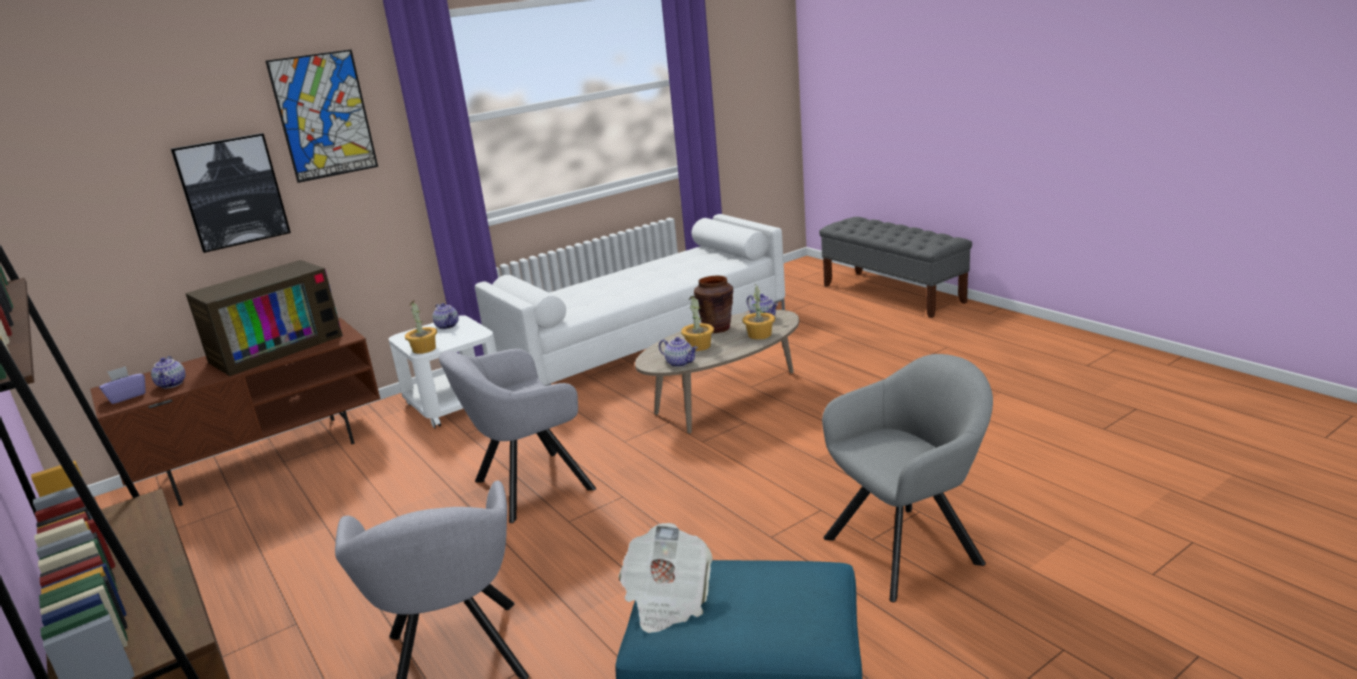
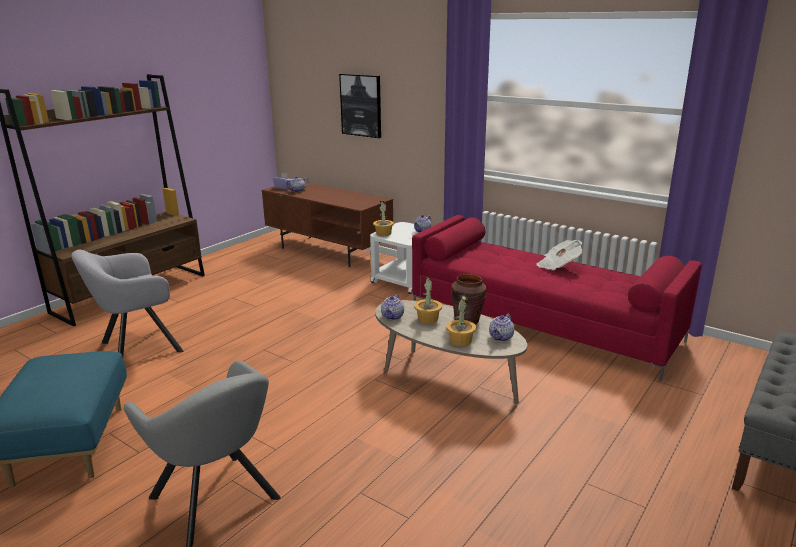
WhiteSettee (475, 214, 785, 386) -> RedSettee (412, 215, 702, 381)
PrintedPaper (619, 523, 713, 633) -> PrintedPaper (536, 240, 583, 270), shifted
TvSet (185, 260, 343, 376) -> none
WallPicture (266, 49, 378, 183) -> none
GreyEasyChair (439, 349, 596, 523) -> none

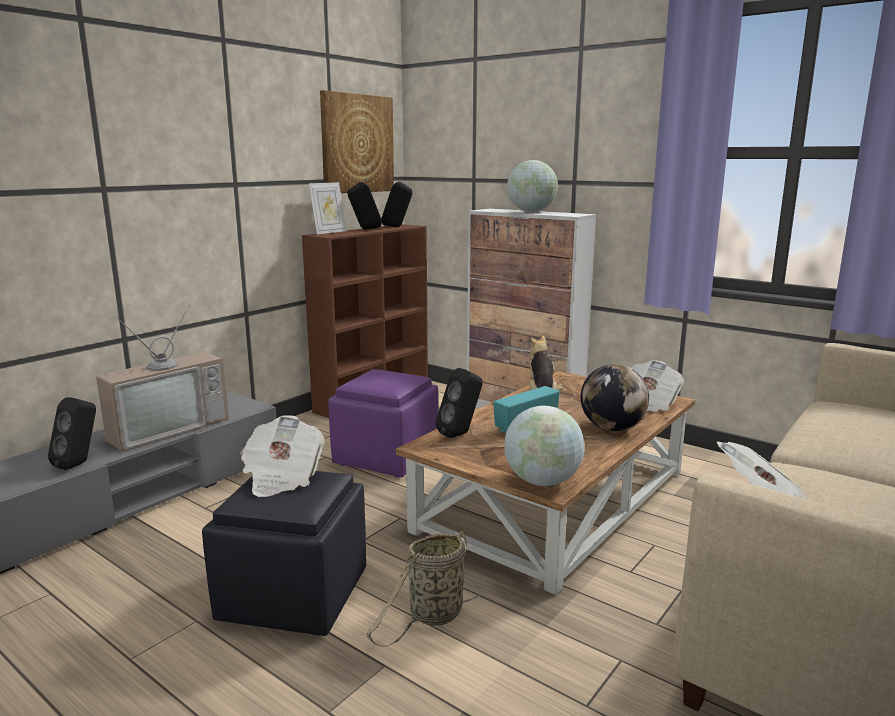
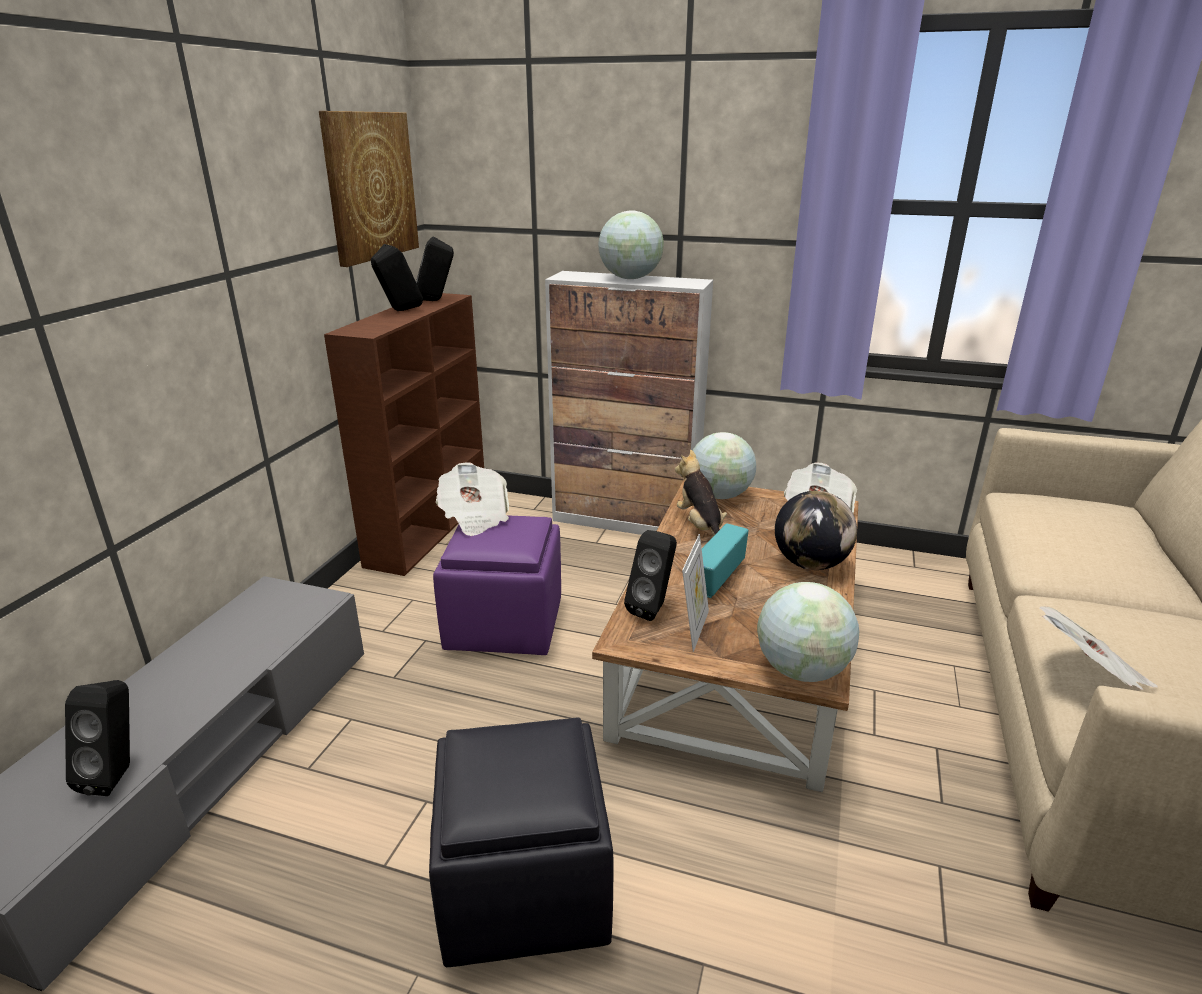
PrintedPaper (240, 415, 325, 497) -> PrintedPaper (435, 462, 509, 536), shifted
PictureFrame (309, 182, 346, 234) -> PictureFrame (682, 534, 709, 652), shifted
none -> DeskGlobe (693, 432, 756, 499)
TvSet (96, 305, 229, 451) -> none
Basket (366, 531, 480, 647) -> none

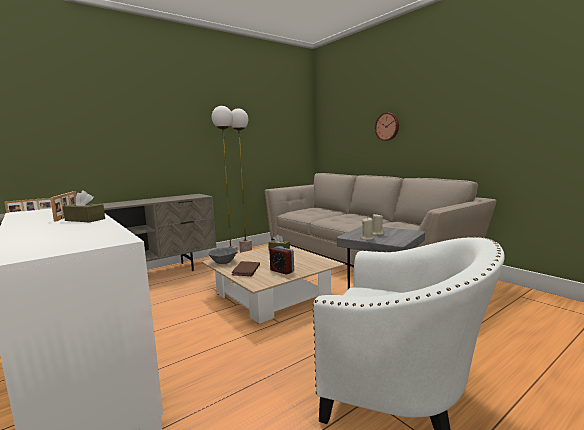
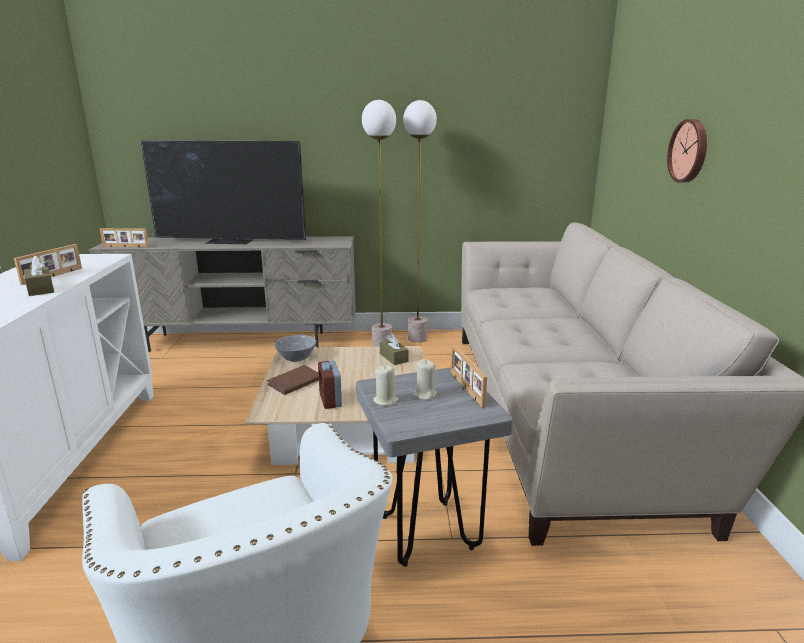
none -> TvSet (140, 140, 306, 244)
none -> PictureFrame (451, 344, 487, 408)

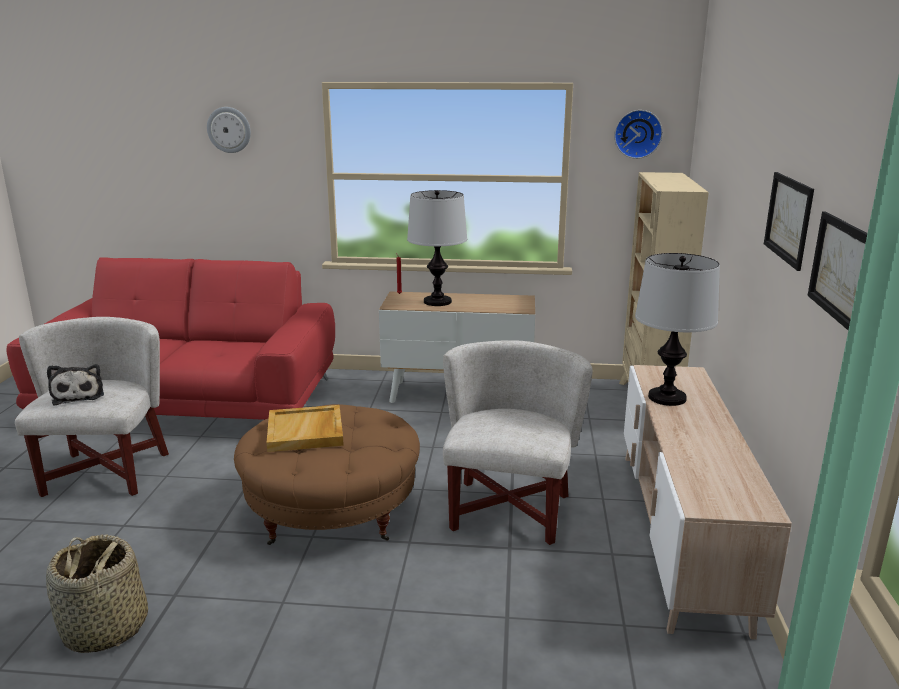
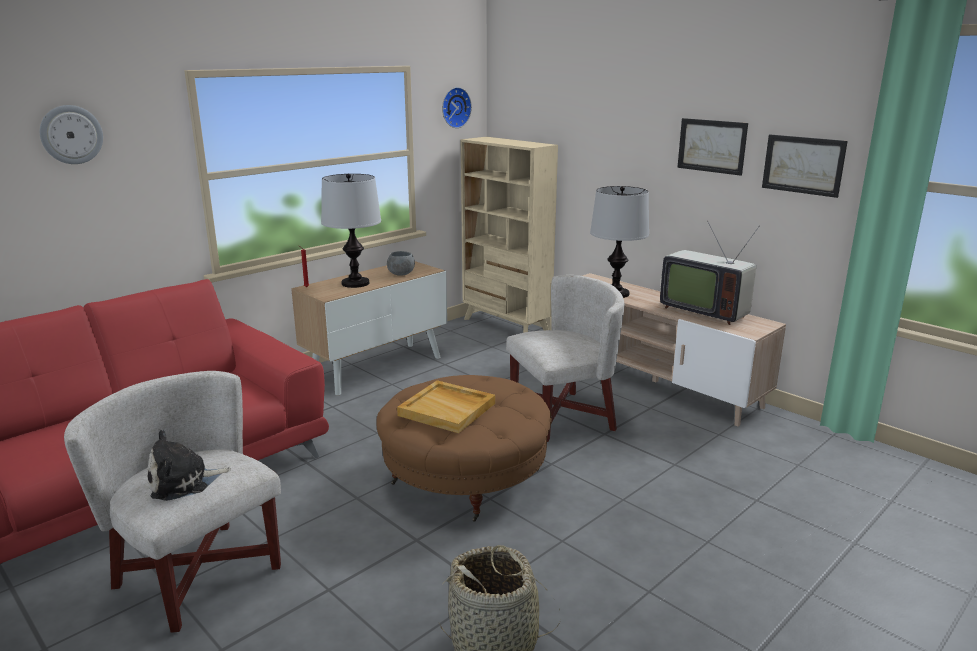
CuddlyToy (47, 364, 104, 405) -> CuddlyToy (147, 429, 231, 501), 135 degrees clockwise
none -> GreyServingBowl (387, 251, 415, 276)
WhiteEasyChair (443, 340, 593, 545) -> WhiteEasyChair (506, 275, 624, 442), 105 degrees clockwise
none -> TvSet (660, 221, 760, 325)

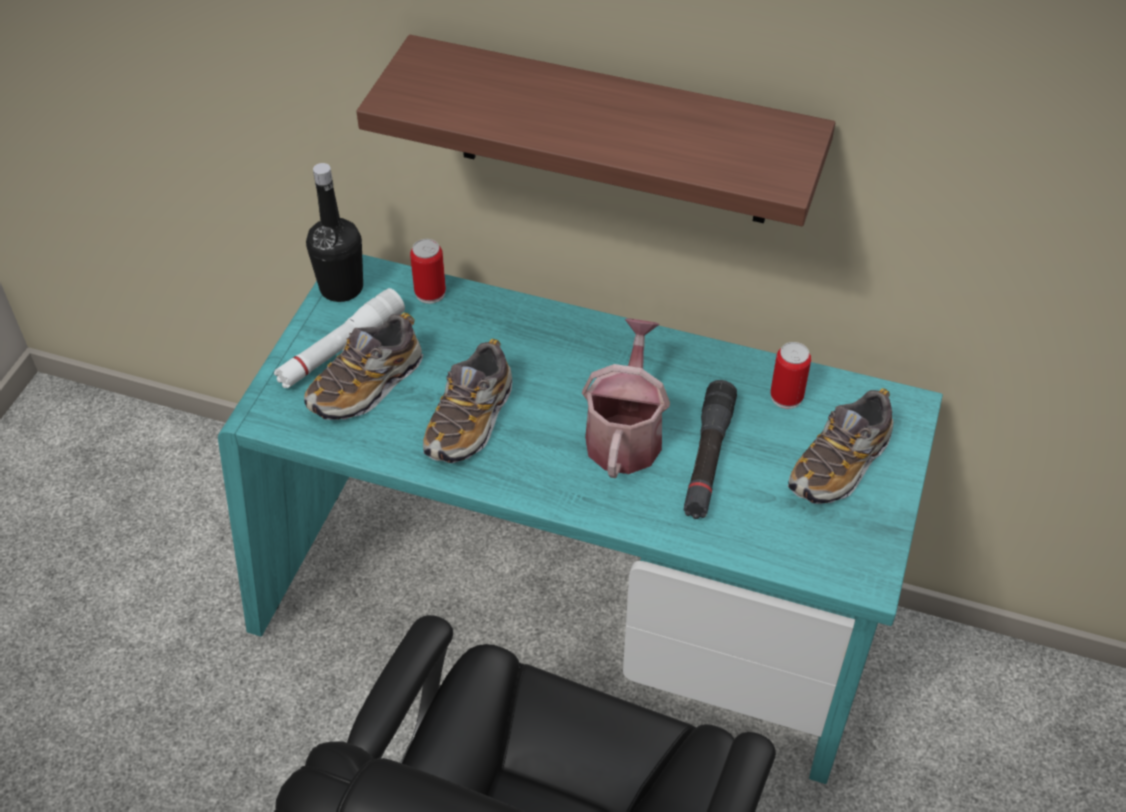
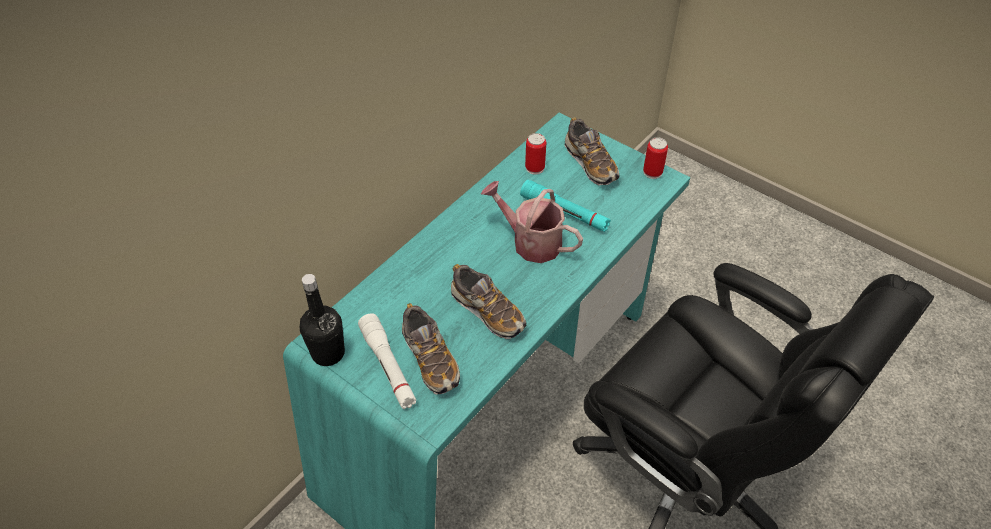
BlackishFlashlight (683, 380, 737, 519) -> TurquoiseFlashlight (520, 180, 611, 232)
Can (410, 239, 446, 304) -> Can (643, 137, 668, 179), shifted
WallShelf (356, 35, 835, 226) -> none

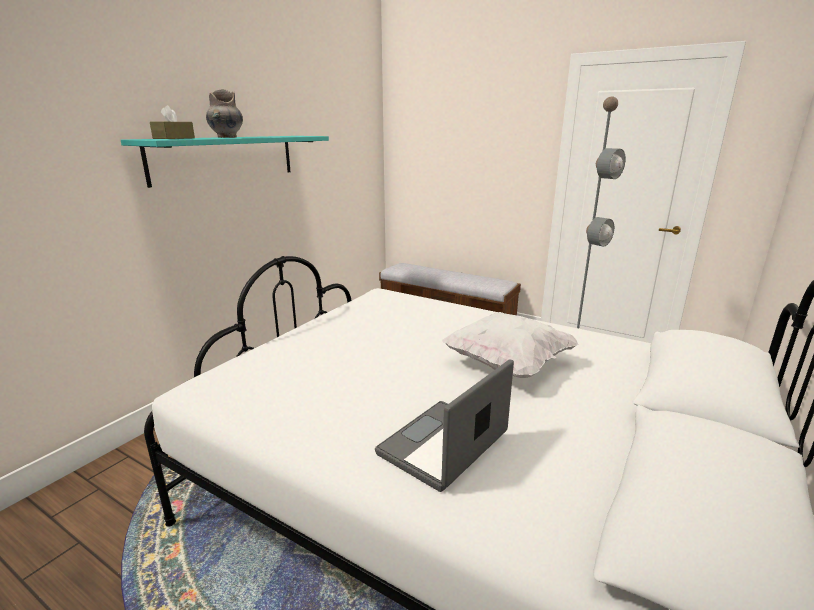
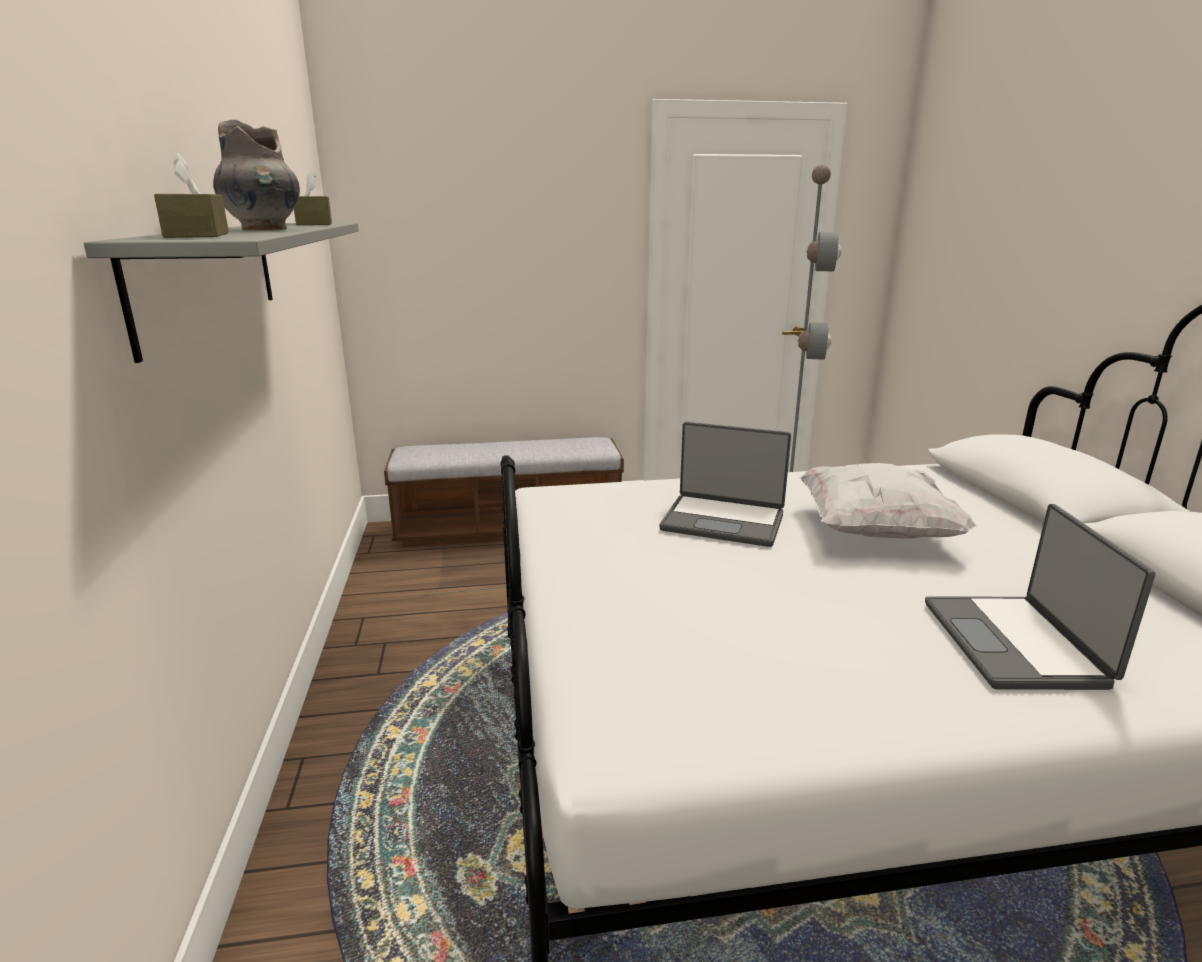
TurquoiseWallShelf (121, 136, 329, 188) -> GreyWallShelf (84, 223, 359, 363)
none -> BrownTissueHolder (294, 169, 332, 225)
none -> PortableComputer (659, 422, 791, 547)

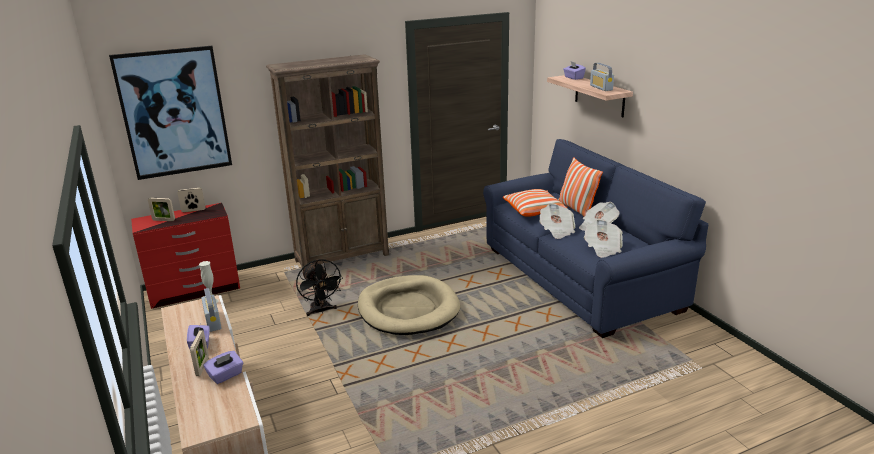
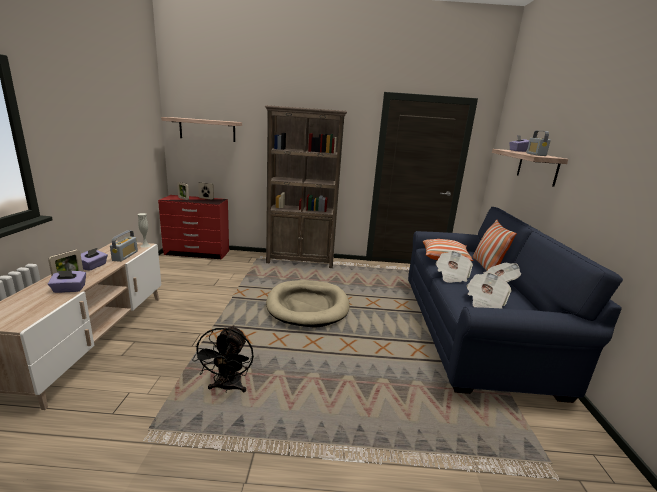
WallPicture (109, 46, 232, 180) -> WallShelf (161, 117, 242, 142)
BlackishFan (296, 259, 343, 316) -> BlackishFan (192, 325, 254, 393), shifted

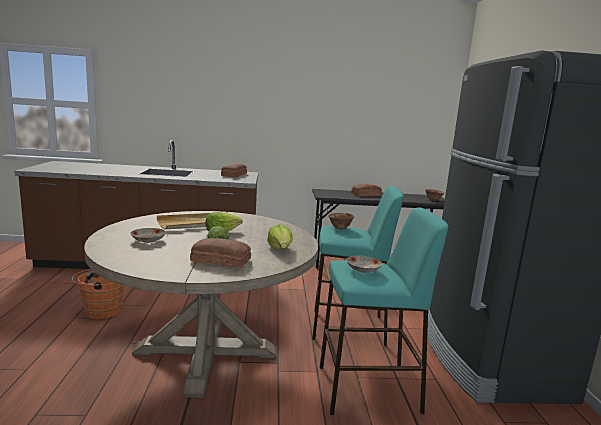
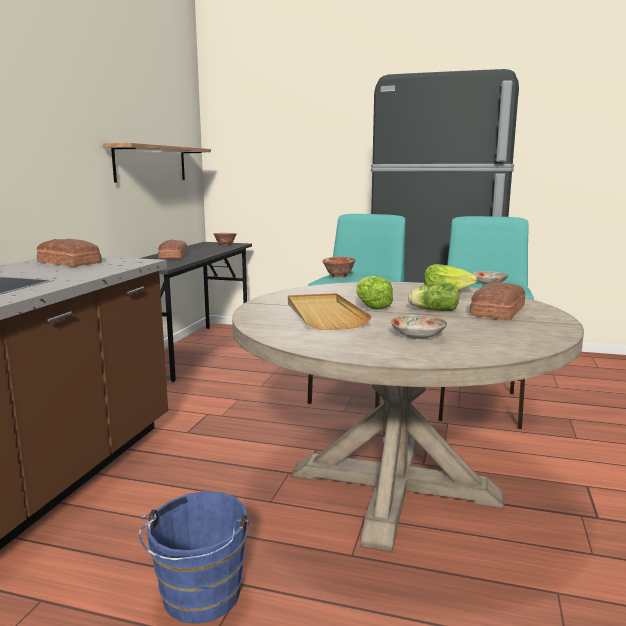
none -> WallShelf (102, 143, 211, 182)
OrangeyBucket (72, 269, 124, 319) -> BlueBucket (139, 491, 249, 624)

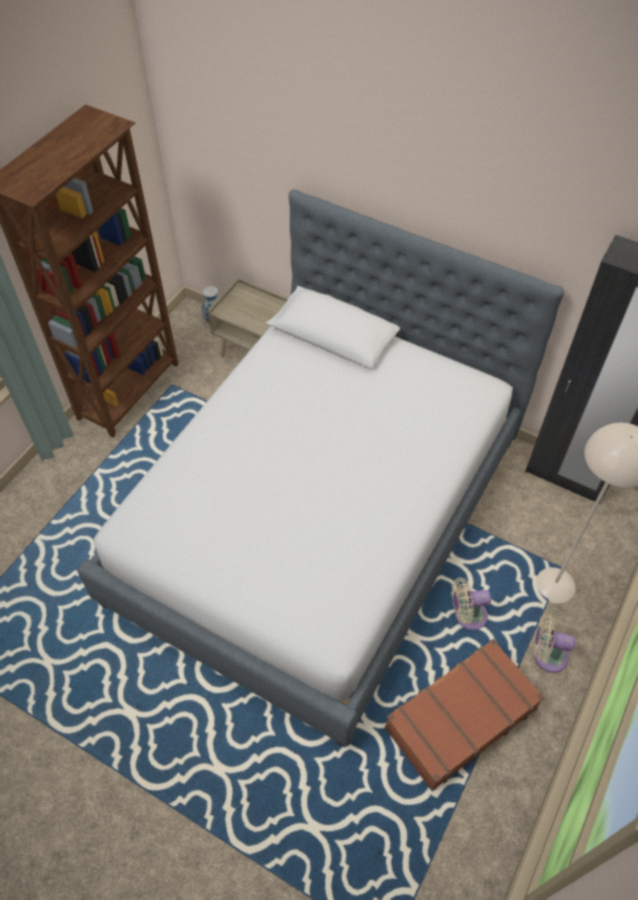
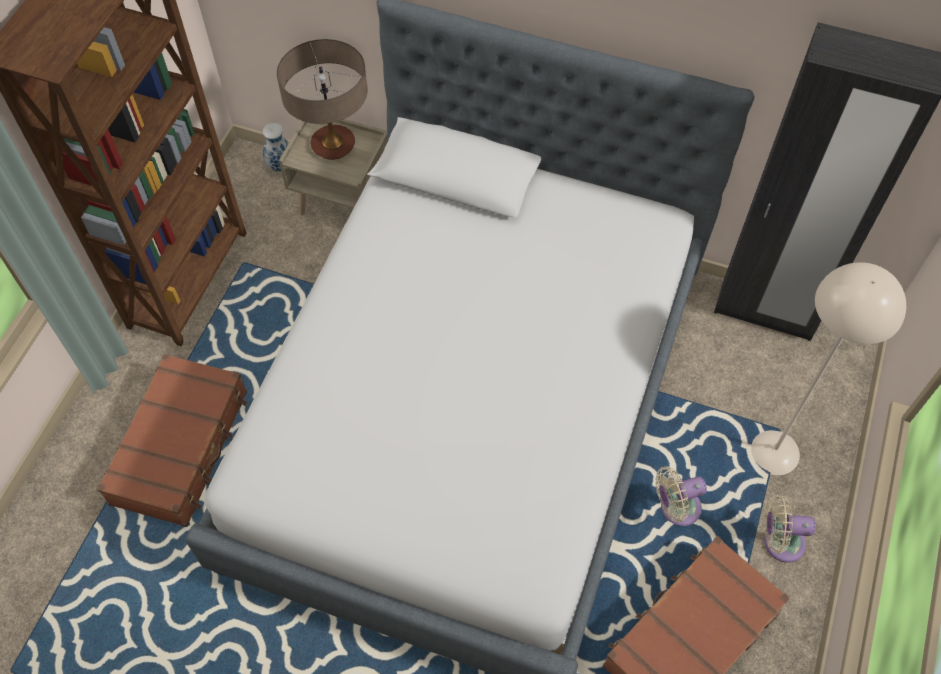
none -> BrownTravelCase (97, 354, 247, 527)
none -> TabletopLamp (277, 39, 368, 160)

